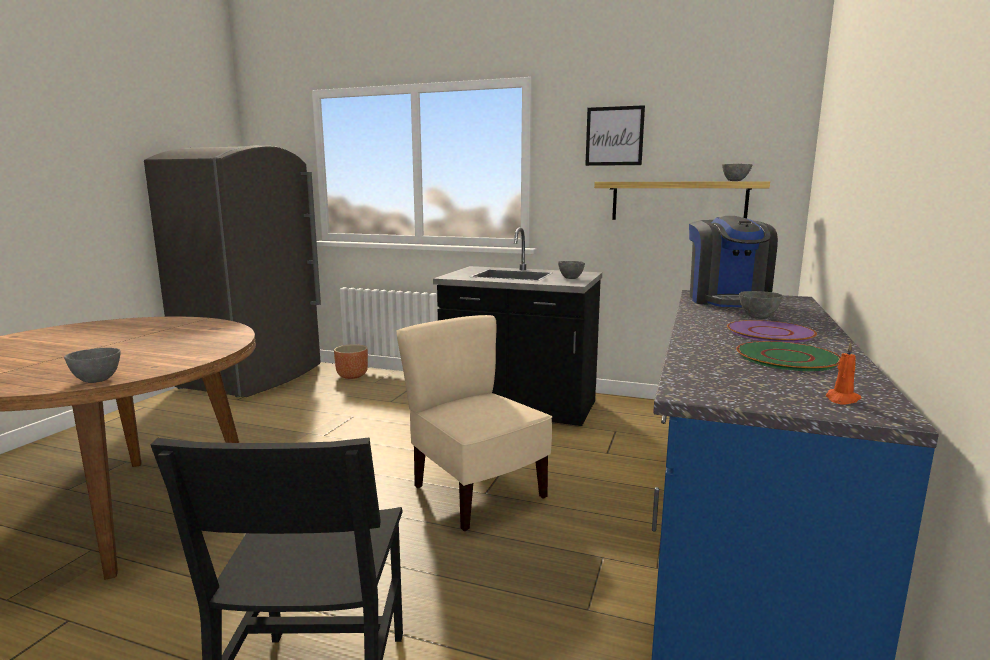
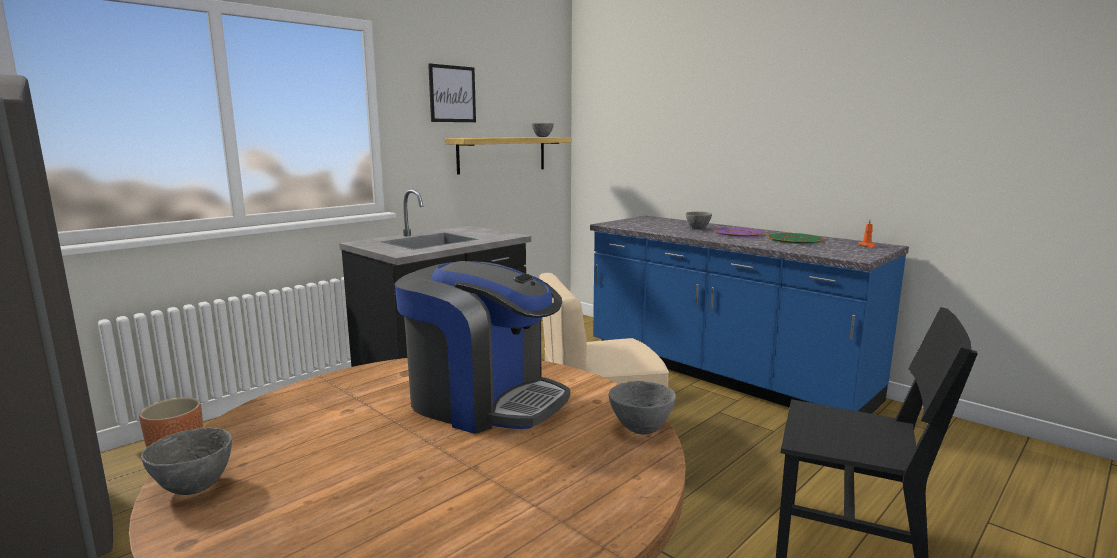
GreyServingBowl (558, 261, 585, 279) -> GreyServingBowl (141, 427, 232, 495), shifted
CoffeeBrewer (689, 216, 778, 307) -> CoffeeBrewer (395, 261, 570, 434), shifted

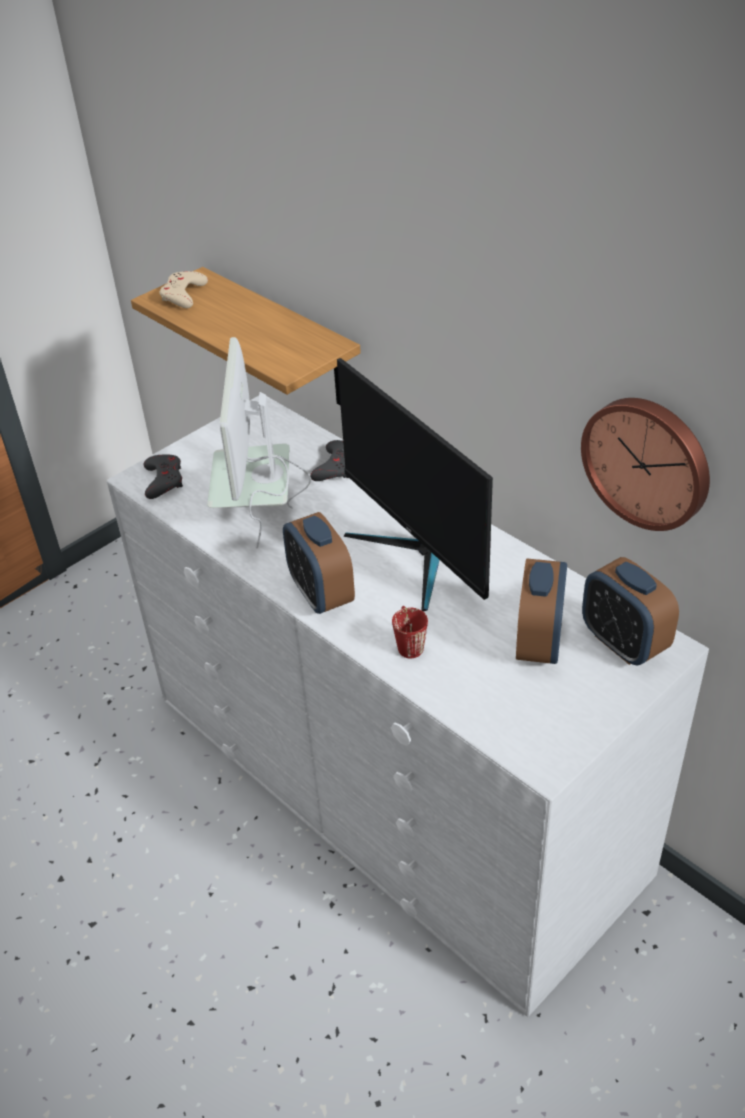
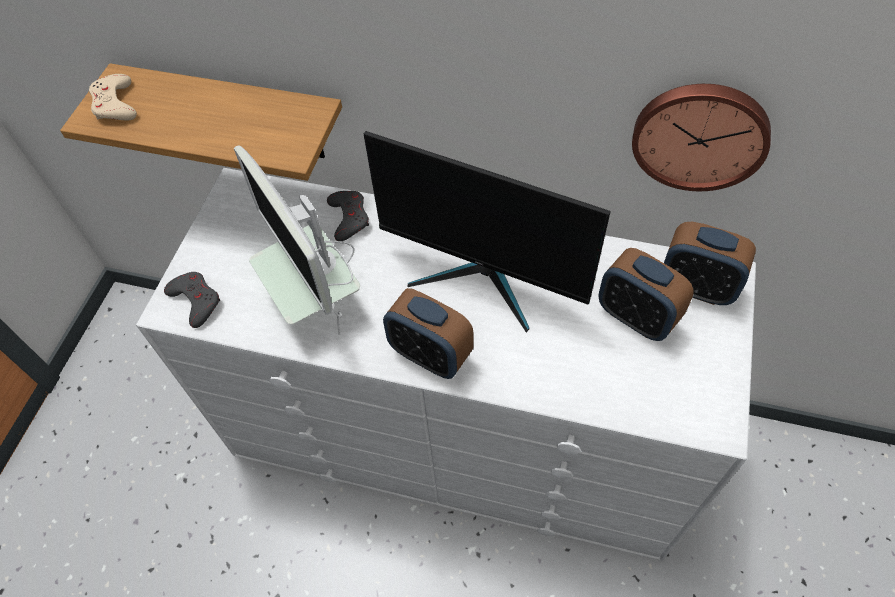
BedsideClock (516, 558, 567, 664) -> BedsideClock (598, 248, 694, 341), 150 degrees clockwise
RedMug (392, 606, 428, 658) -> none

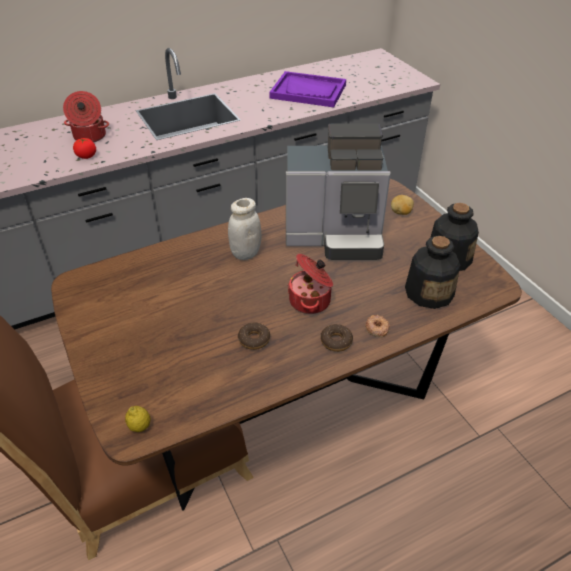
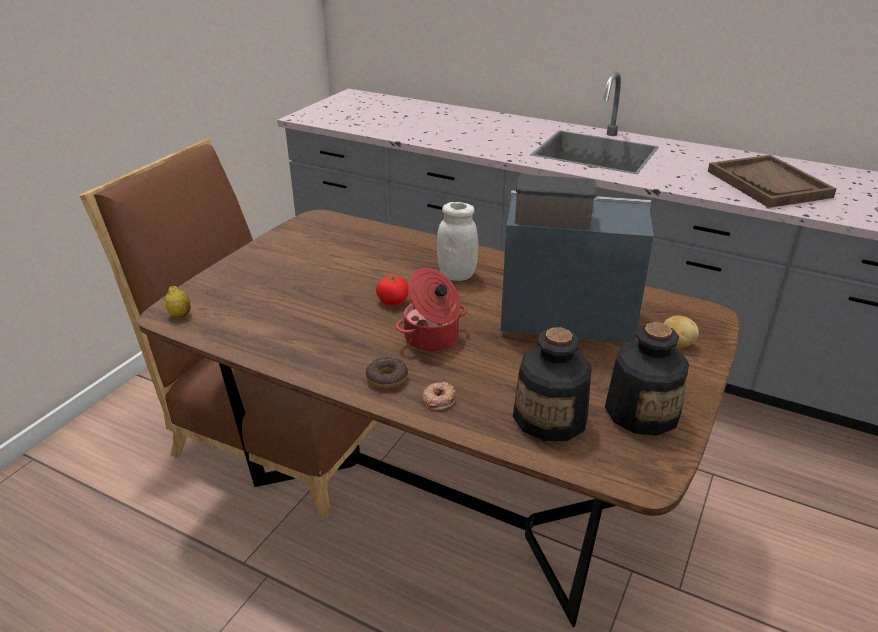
FreshTomato (73, 138, 96, 159) -> FreshTomato (376, 275, 409, 306), shifted
CoffeeBrewer (286, 123, 391, 260) -> CoffeeBrewer (501, 175, 654, 343), 135 degrees clockwise
PurplishCarryingTray (269, 71, 346, 107) -> BrownCarryingTray (708, 155, 837, 208)
CookingPot (63, 91, 109, 142) -> none
RingDoughnut (238, 322, 270, 350) -> none

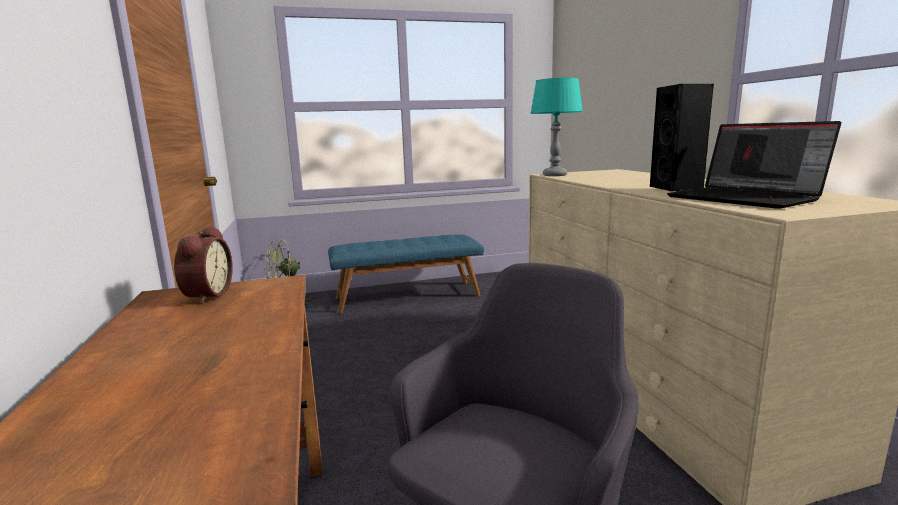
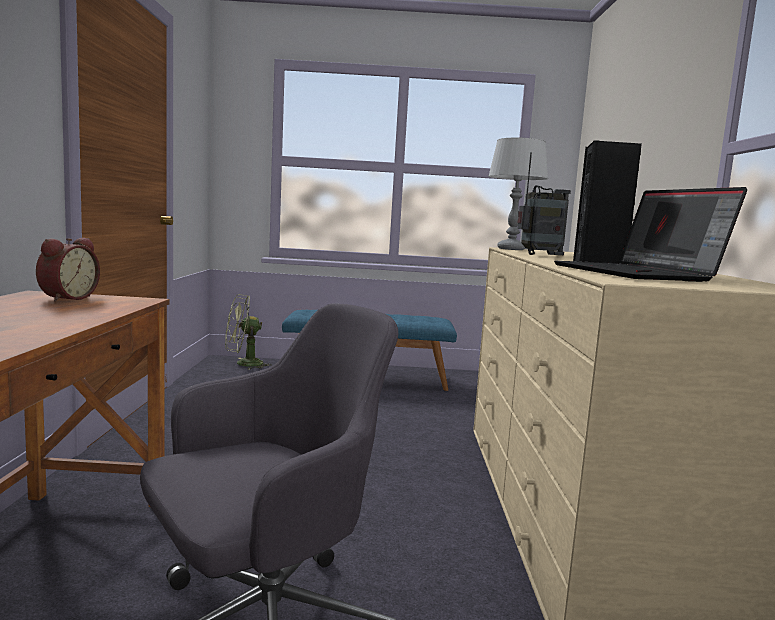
TurquoiseTabletopLamp (530, 78, 583, 176) -> GreyTabletopLamp (488, 138, 548, 250)
none -> RadioReceiver (517, 152, 571, 255)

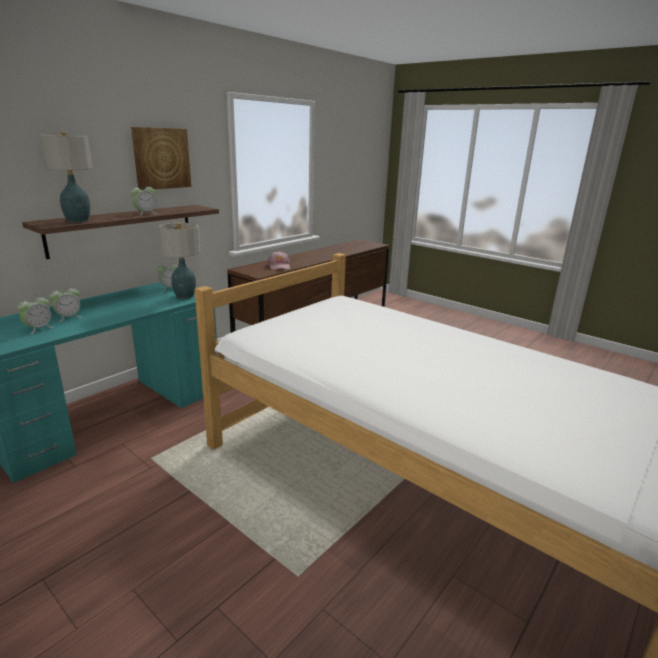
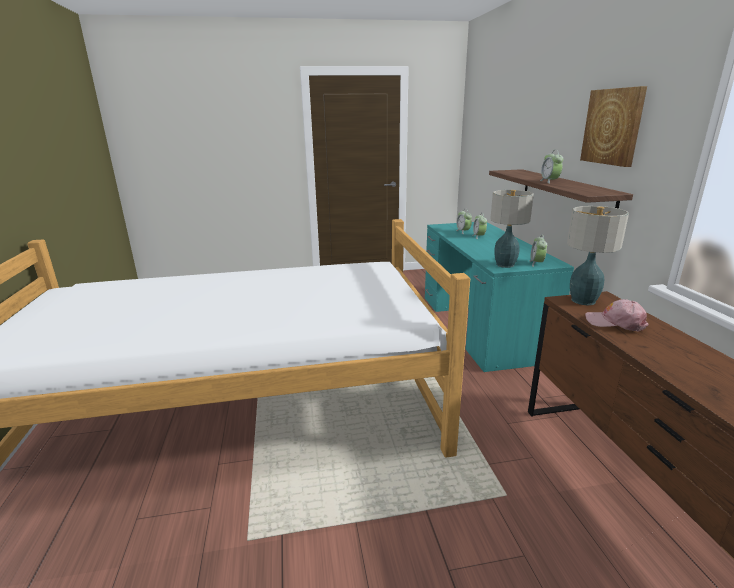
TabletopLamp (39, 132, 93, 223) -> TabletopLamp (567, 206, 629, 305), shifted

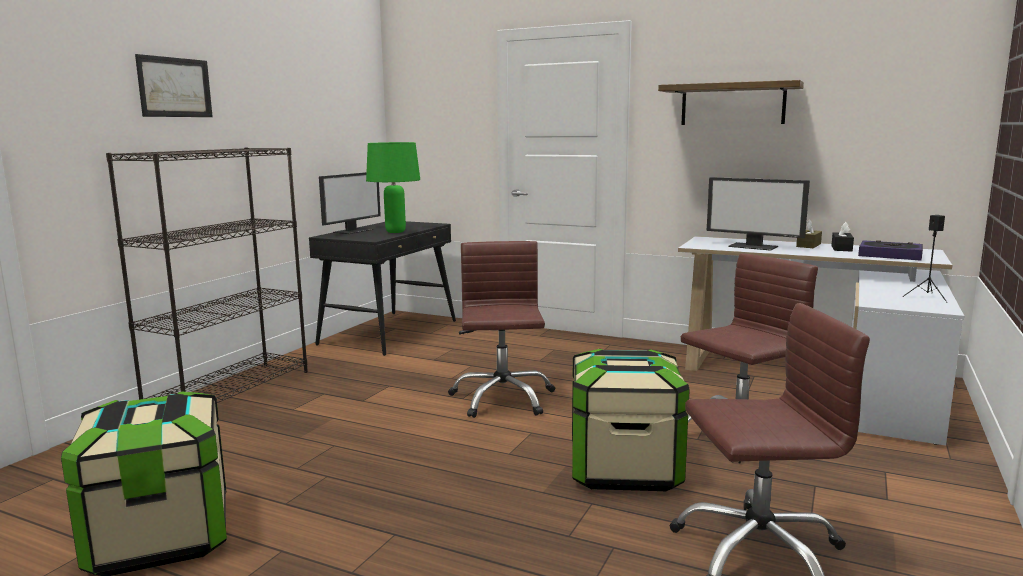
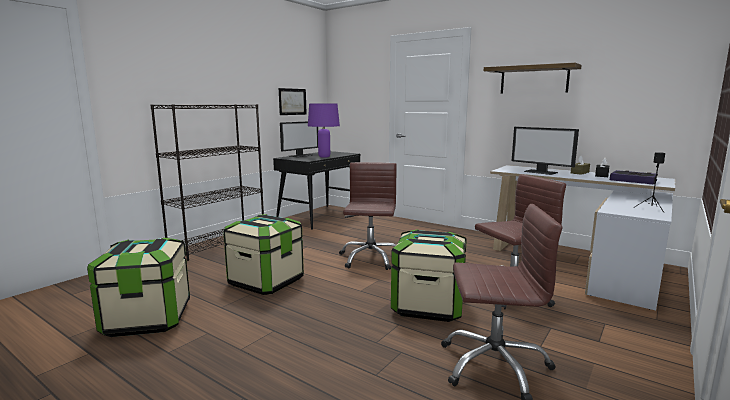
none -> StorageContainer (224, 214, 304, 295)
WallPicture (135, 54, 213, 117) -> WallPicture (279, 88, 307, 115), shifted
GreenTabletopLamp (366, 142, 420, 233) -> PurplishTabletopLamp (308, 104, 340, 158)

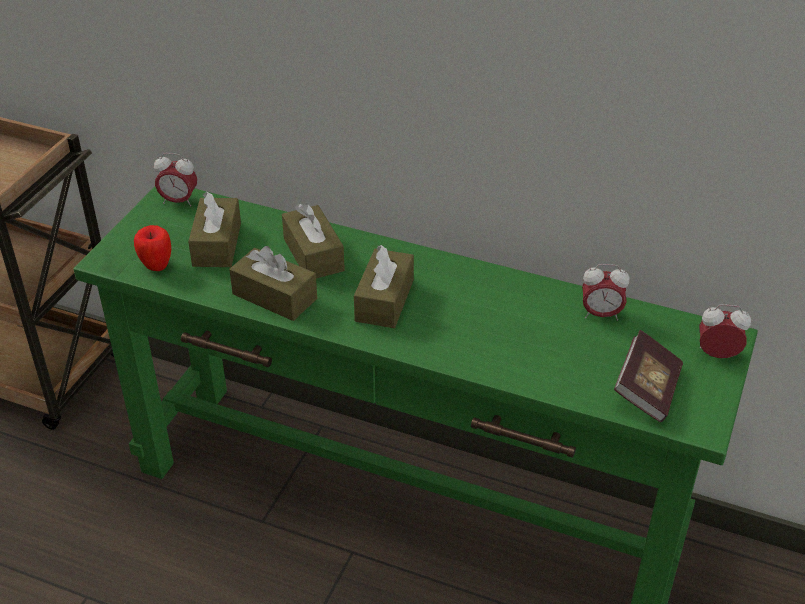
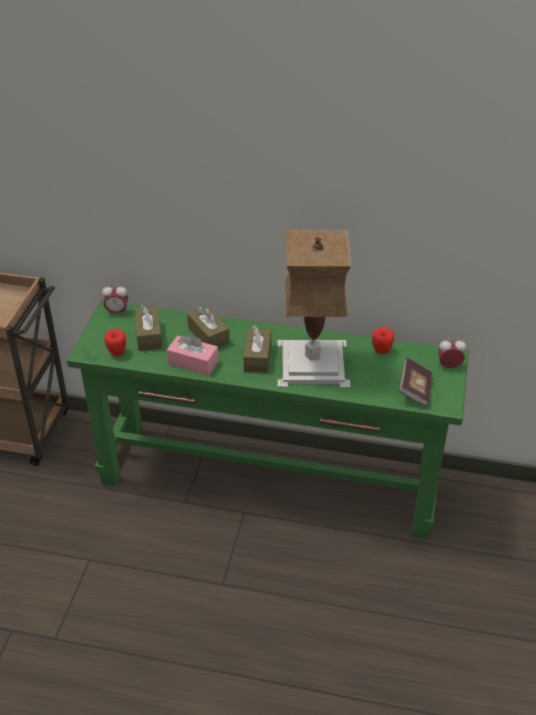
BrownTissueHolder (229, 246, 317, 321) -> PinkishTissueHolder (167, 334, 219, 376)
none -> TabletopLamp (277, 230, 351, 388)
BedsideClock (582, 264, 630, 321) -> WholeApple (372, 328, 394, 354)

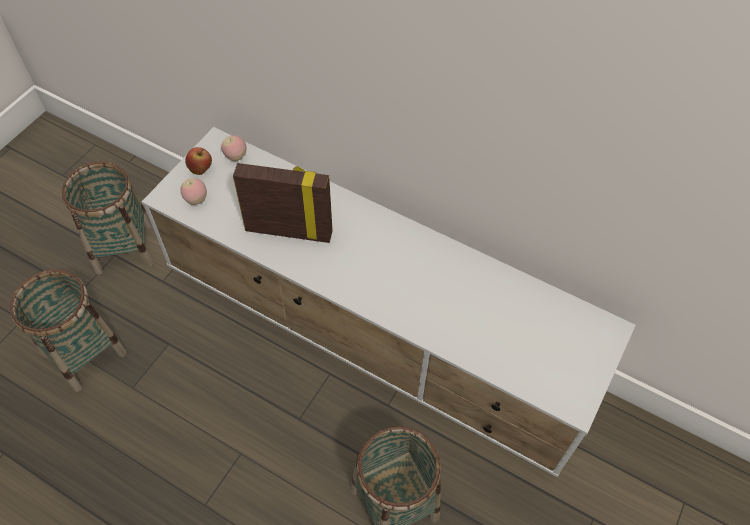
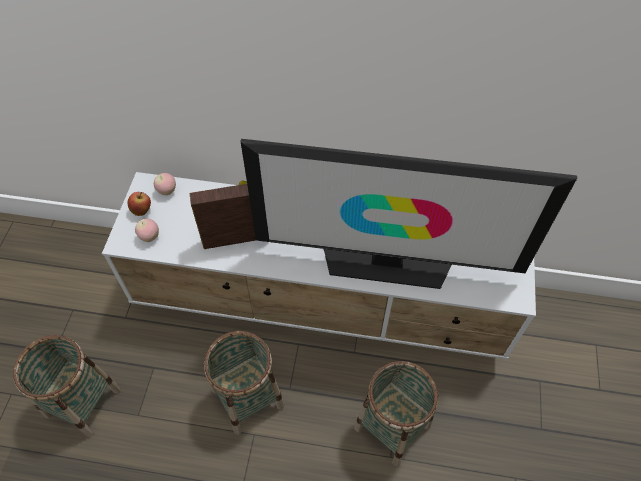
Basket (62, 161, 153, 275) -> Basket (204, 331, 284, 435), shifted
none -> TvSet (240, 139, 577, 289)

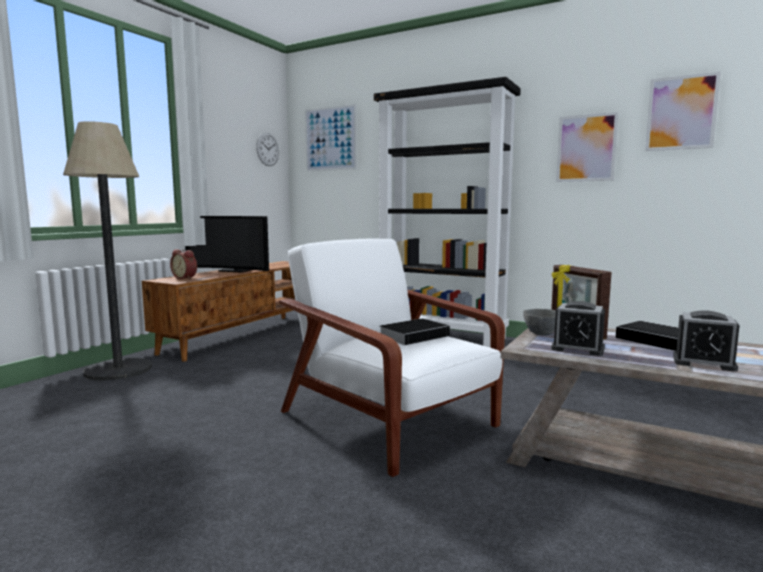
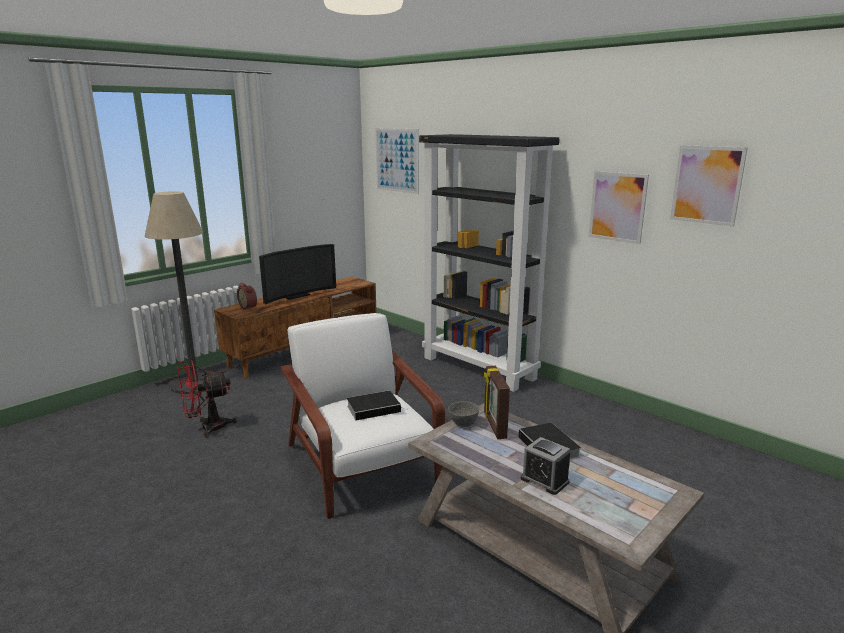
none -> RedFan (177, 360, 237, 438)
TvSet (185, 216, 269, 273) -> TvSet (259, 244, 336, 304), 75 degrees counterclockwise
HangingClock (256, 132, 279, 166) -> none
BedsideClock (551, 301, 605, 356) -> none

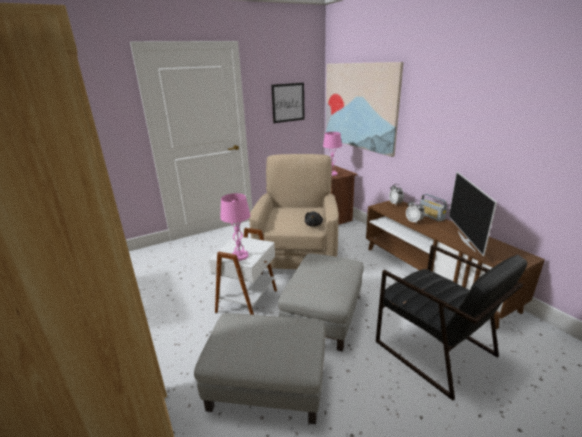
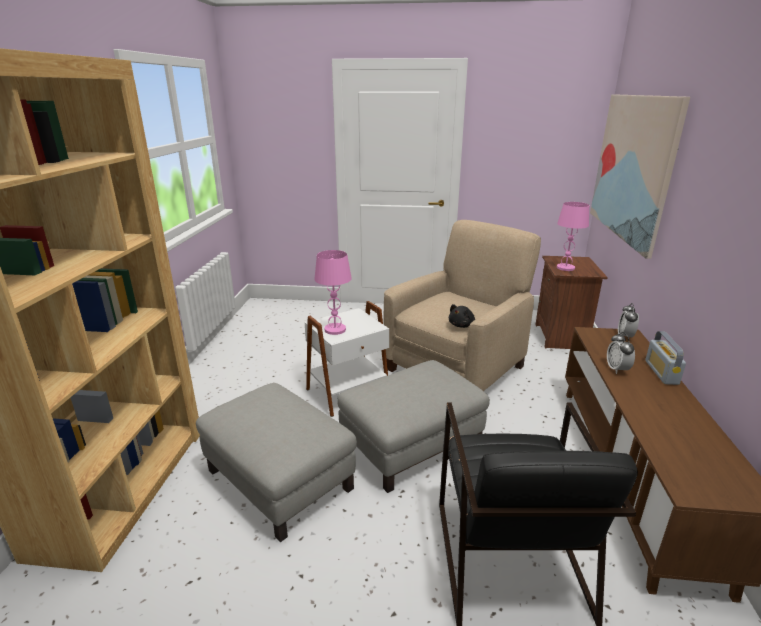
WallPicture (271, 83, 305, 123) -> none
TvSet (449, 172, 497, 256) -> none

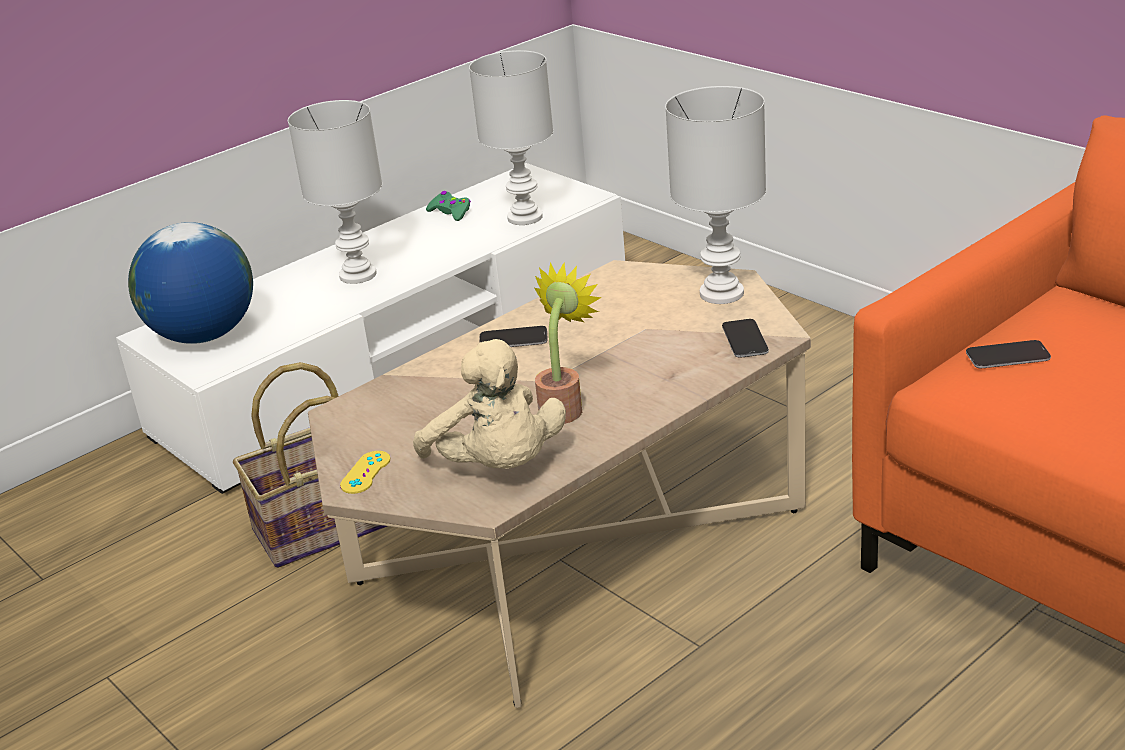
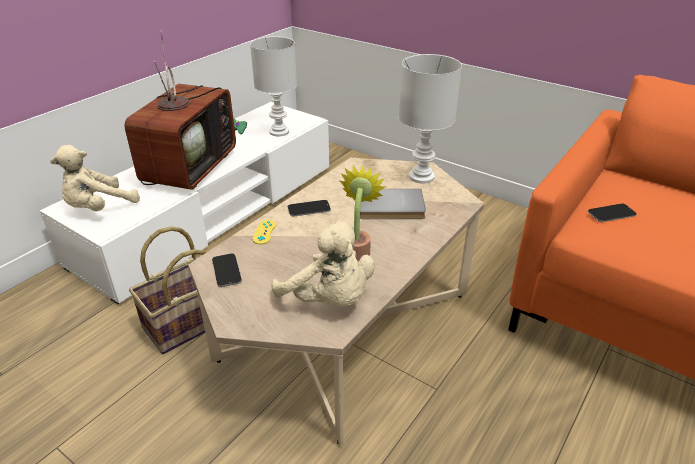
DeskGlobe (128, 222, 253, 344) -> BeigeCuddlyToy (50, 145, 140, 211)
WhiteTabletopLamp (288, 100, 382, 284) -> TvSet (124, 30, 236, 190)
Handset (722, 319, 769, 358) -> Handset (212, 254, 242, 287), shifted
YellowJoypad (340, 451, 390, 494) -> YellowJoypad (252, 220, 276, 244), shifted
none -> GreyBook (360, 189, 426, 219)

